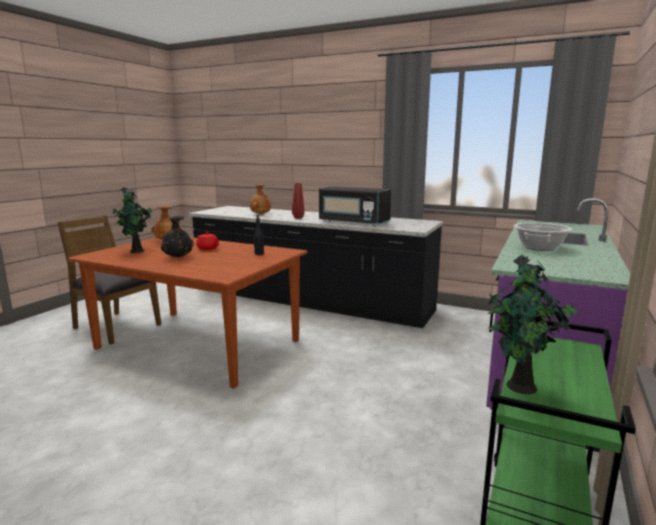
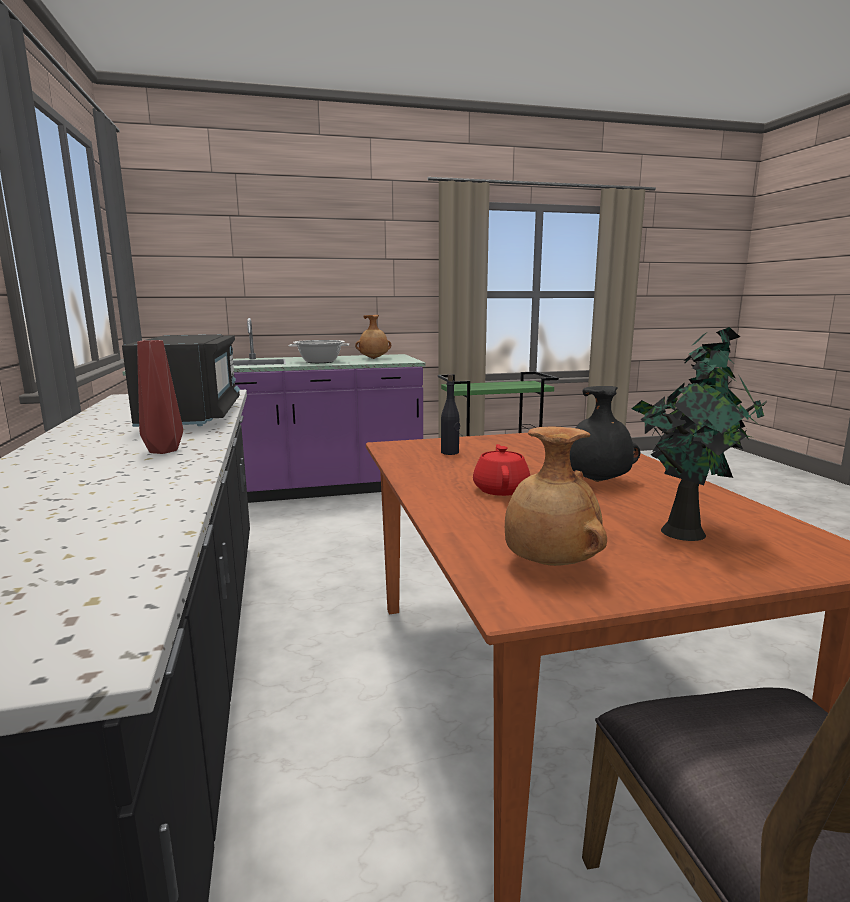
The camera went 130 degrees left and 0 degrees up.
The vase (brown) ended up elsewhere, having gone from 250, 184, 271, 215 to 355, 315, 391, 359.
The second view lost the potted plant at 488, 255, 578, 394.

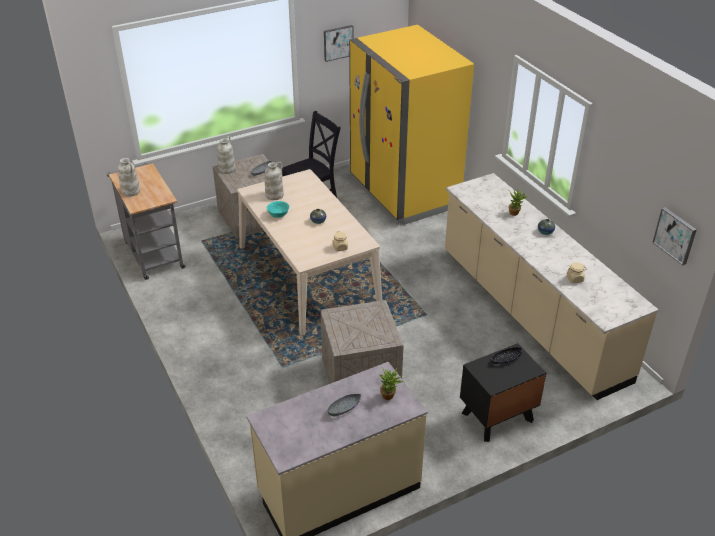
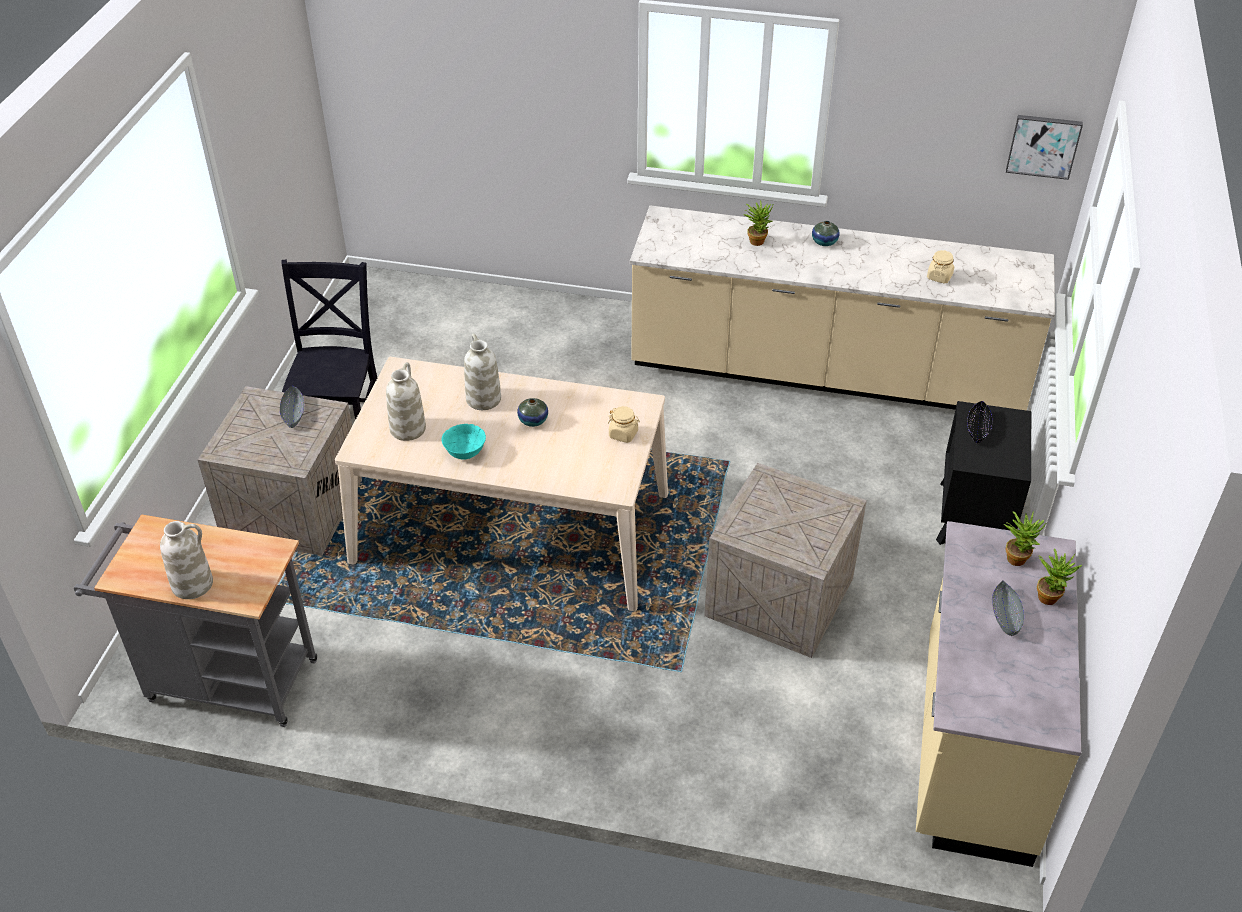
The camera went 50 degrees left and 5 degrees up.
The second view lost the picture at 324, 25, 354, 62.
The second view lost the fridge (yellow) at 349, 25, 474, 225.
The vase (white) ended up elsewhere, having gone from 217, 136, 236, 174 to 464, 334, 501, 410.
The second view gained the potted plant at 1037, 548, 1082, 605.

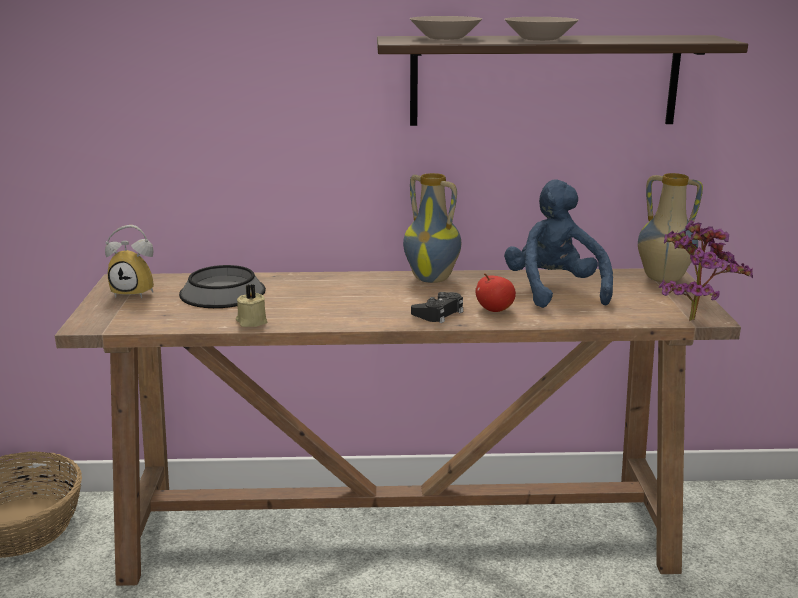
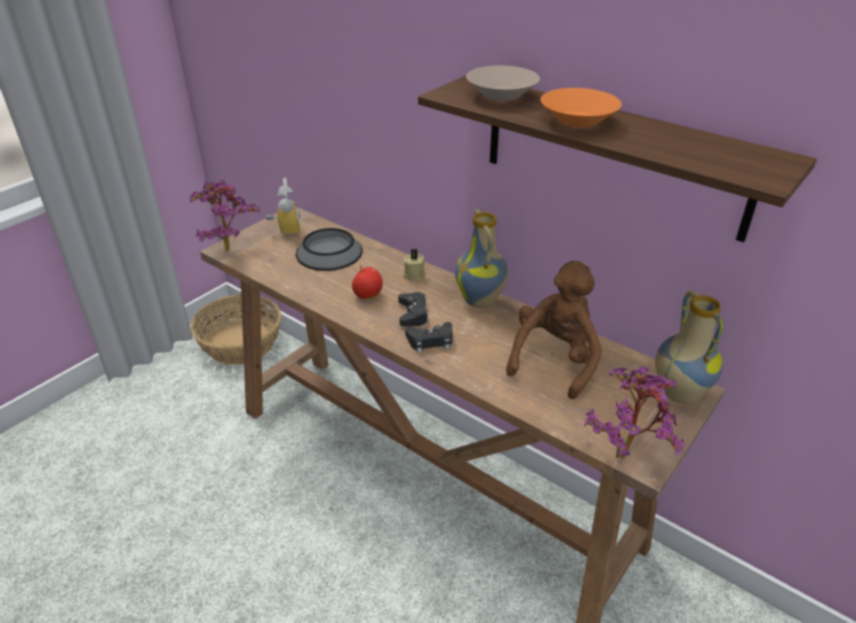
The camera went 40 degrees right and 15 degrees up.
What was the bowl (beige) at 504, 17, 578, 41 turned into the bowl (orange) at 541, 88, 622, 128.
What was the plush toy (blue) at 504, 179, 613, 308 turned into the plush toy (brown) at 506, 261, 602, 399.
The alarm clock at 105, 225, 154, 299 ended up facing another way, 150 degrees counterclockwise from before.
The apple ended up elsewhere, having gone from 475, 273, 516, 312 to 352, 265, 383, 299.
The candle (beige) ended up elsewhere, having gone from 236, 284, 267, 327 to 403, 248, 426, 281.
The second view gained the potted plant at 190, 180, 260, 251.
The second view gained the game controller (black) at 398, 292, 429, 326.

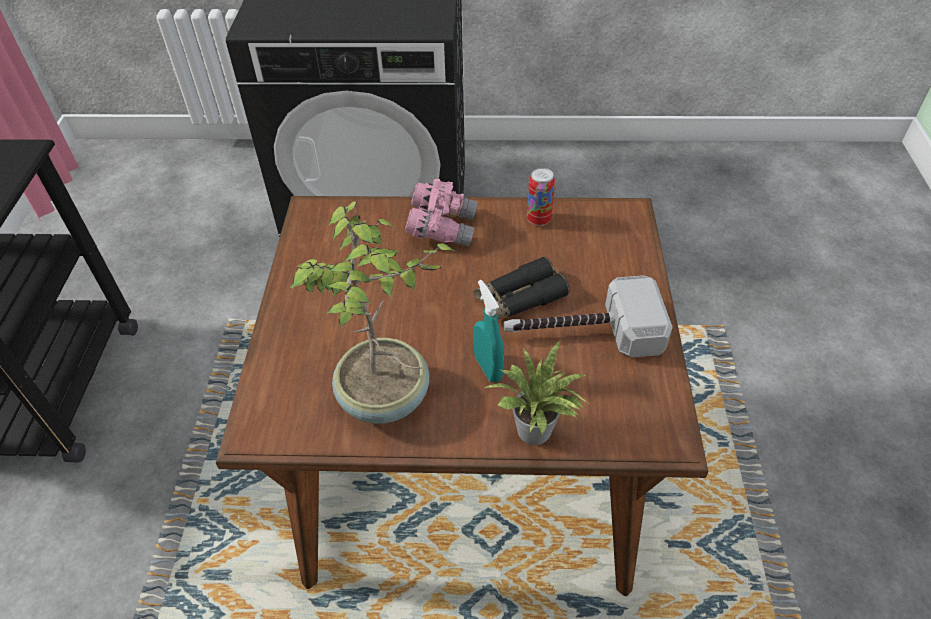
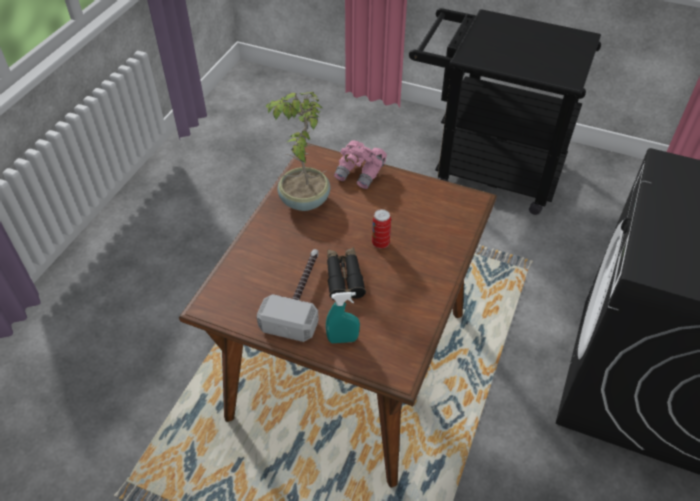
The camera went 110 degrees right and 0 degrees up.
The can ended up elsewhere, having gone from 527, 168, 555, 226 to 372, 209, 391, 248.
The binoculars (pink) ended up elsewhere, having gone from 405, 179, 478, 247 to 334, 140, 387, 189.
The spray bottle (turquoise) ended up elsewhere, having gone from 473, 280, 504, 382 to 326, 292, 360, 343.
The second view lost the potted plant at 485, 340, 591, 445.

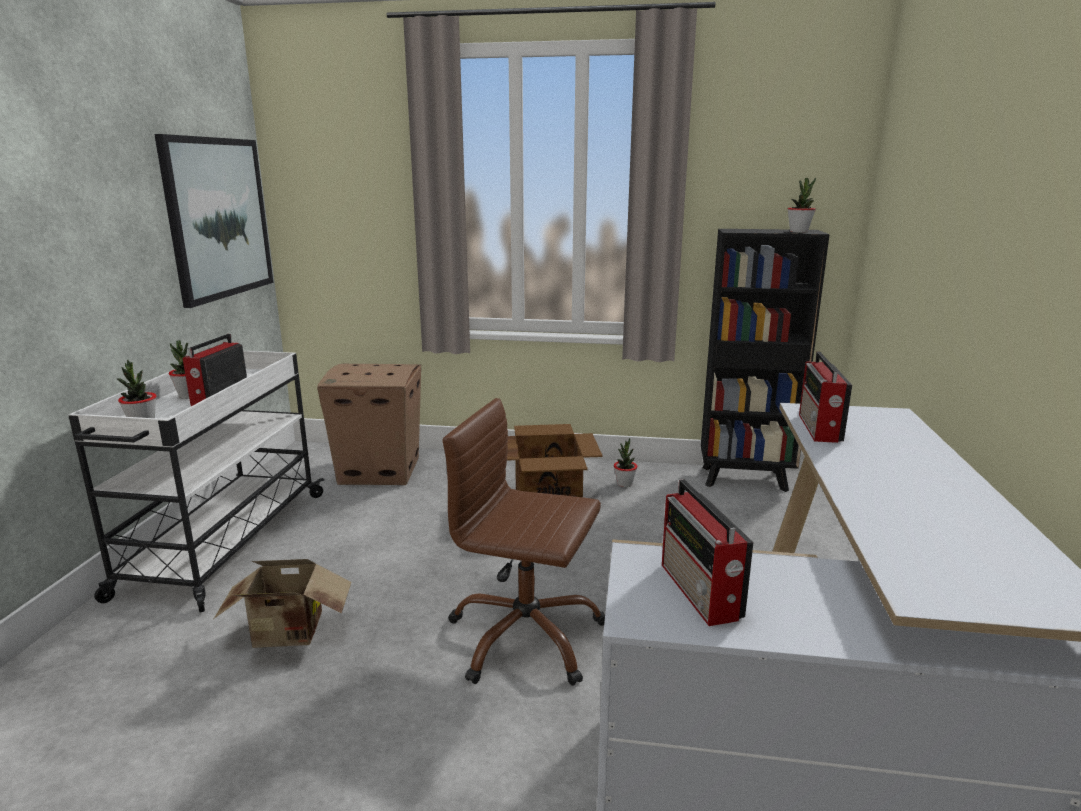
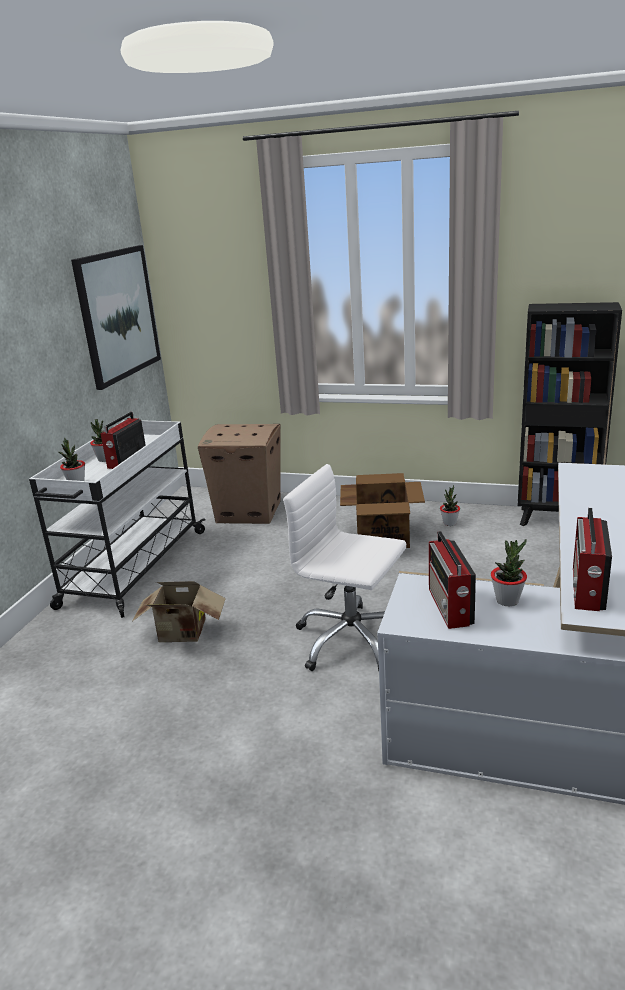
The camera went 10 degrees right and 5 degrees up.
The potted plant ended up elsewhere, having gone from 787, 178, 816, 233 to 491, 539, 527, 606.
The radio ended up elsewhere, having gone from 799, 352, 852, 443 to 573, 508, 612, 611.
What was the office chair (brown) at 443, 398, 605, 686 turned into the office chair (white) at 283, 464, 406, 671.

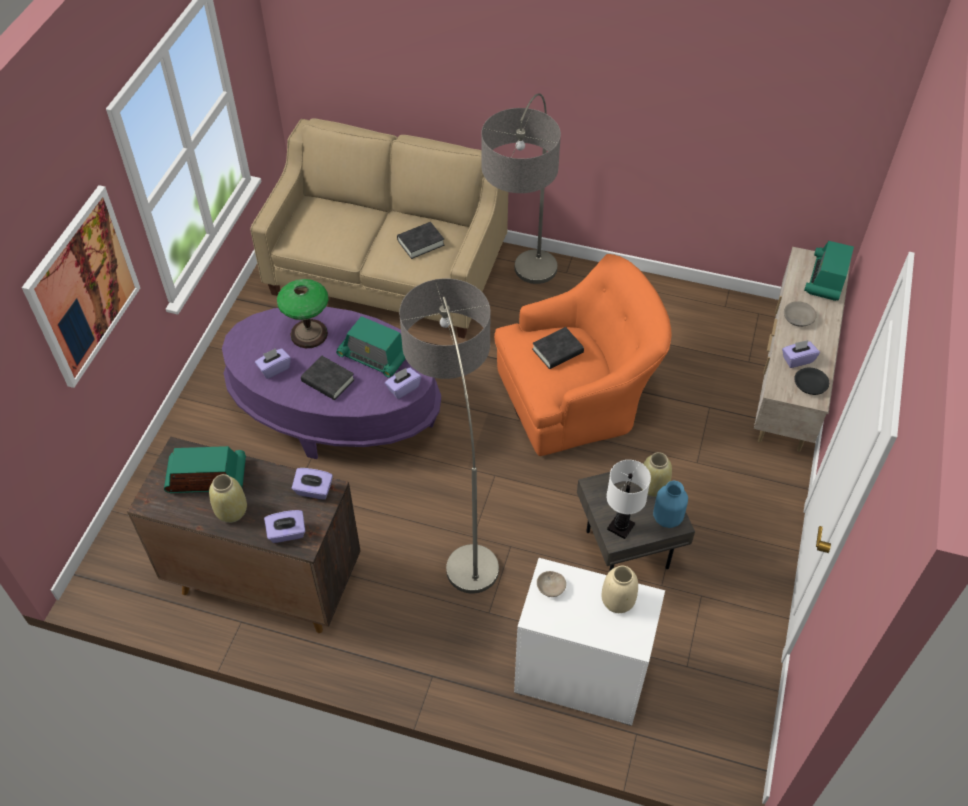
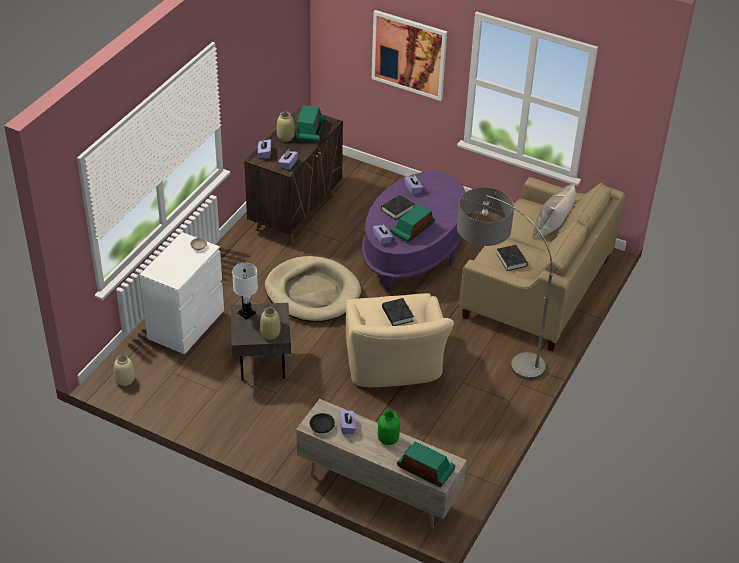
The camera went 100 degrees right and 10 degrees down.
What was the armchair (orange) at 494, 254, 672, 456 turned into the armchair (beige) at 345, 293, 454, 387.
Where the floor lamp stood at 399, 278, 499, 594, the dog bed (beige) came to stand at 265, 256, 361, 322.
The second view lost the table lamp at 277, 279, 329, 348.
Where the bowl (grey) stood at 784, 301, 817, 327, the vase (green) came to stand at 378, 409, 400, 445.
The second view lost the vase (blue) at 653, 480, 688, 528.
The vase (beige) ended up elsewhere, having gone from 602, 566, 638, 613 to 114, 355, 135, 386.
The second view gained the pillow (beige) at 533, 184, 576, 237.

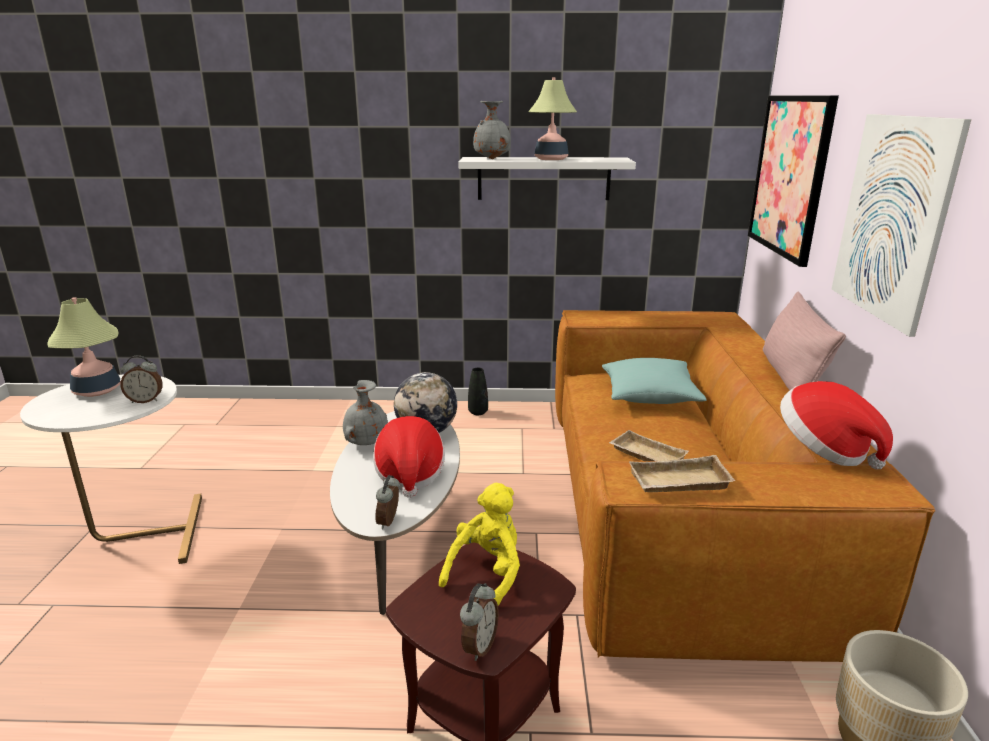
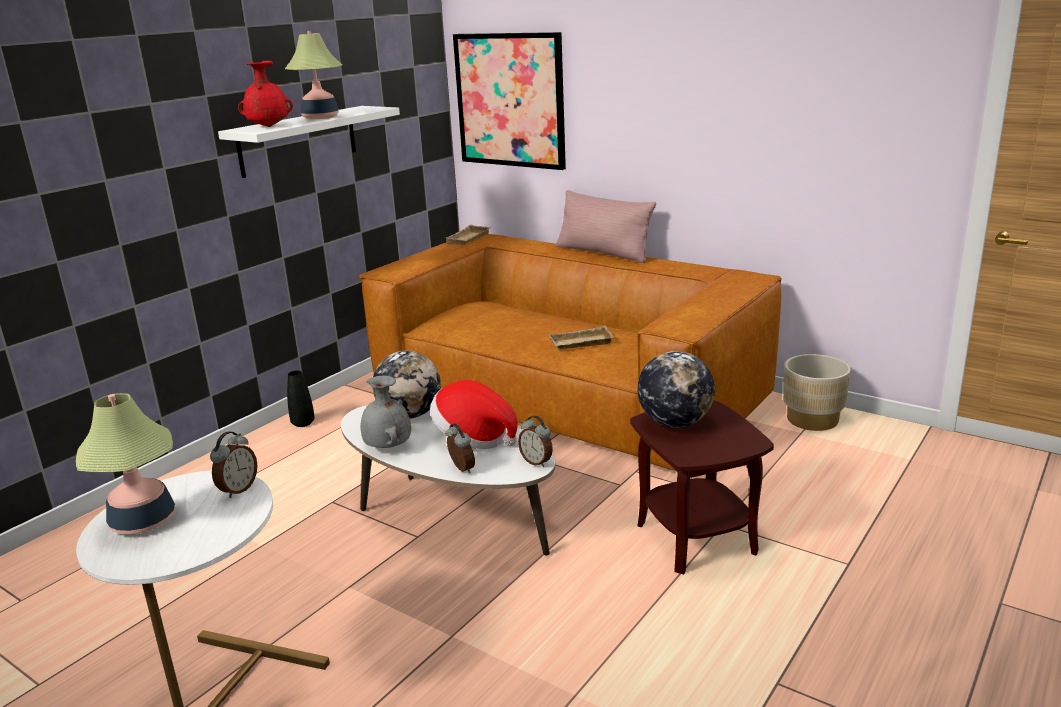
The camera went 55 degrees left and 0 degrees up.
What was the vase (grey) at 473, 101, 511, 159 turned into the vase (red) at 238, 61, 293, 127.
The second view lost the picture at 831, 114, 971, 337.
The second view lost the pillow (turquoise) at 602, 358, 707, 404.
The second view lost the hat at 780, 381, 893, 469.
The tray (beige) ended up elsewhere, having gone from 629, 455, 735, 492 to 446, 225, 491, 245.
Where the plush toy (yellow) stood at 439, 483, 520, 606, the globe came to stand at 637, 351, 715, 428.
The alarm clock ended up elsewhere, having gone from 460, 583, 499, 661 to 445, 423, 475, 473.

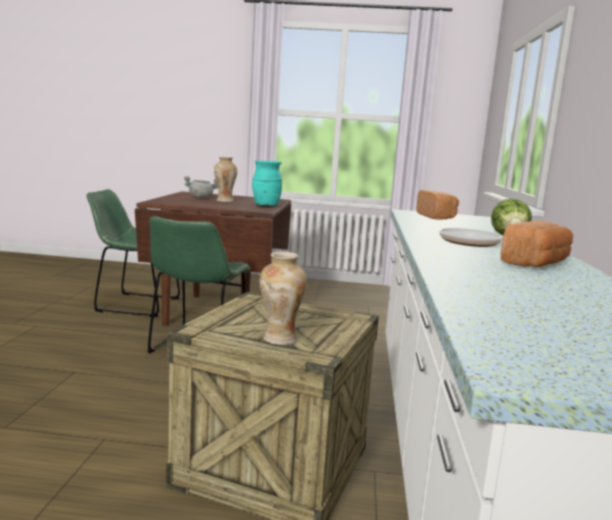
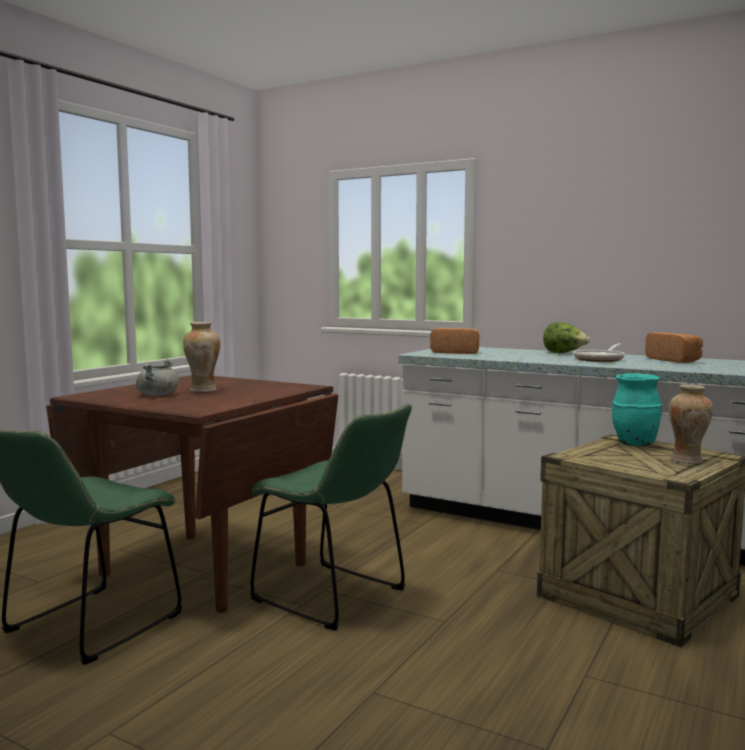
The camera went 65 degrees left and 5 degrees down.
The vase (turquoise) ended up elsewhere, having gone from 252, 161, 282, 207 to 612, 373, 663, 446.

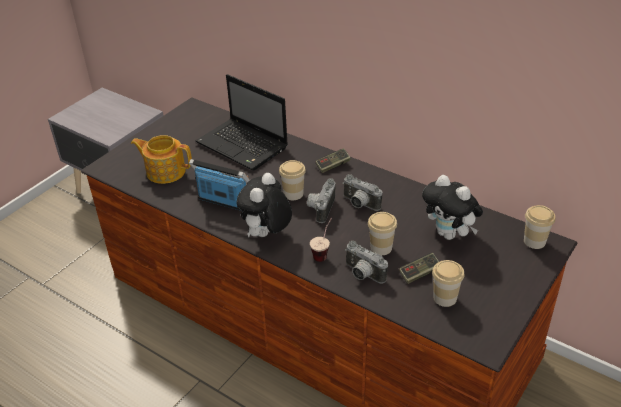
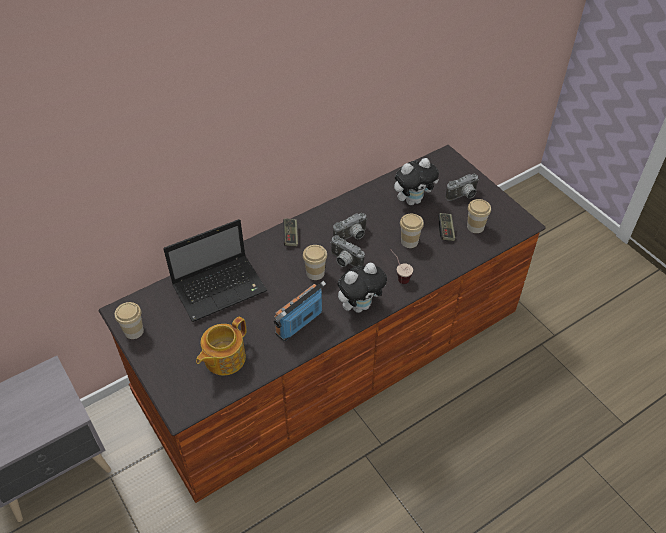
The camera went 70 degrees left and 10 degrees up.
The plush toy at 237, 173, 292, 237 ended up facing another way, 75 degrees counterclockwise from before.
The cup ended up elsewhere, having gone from 524, 205, 555, 249 to 115, 302, 144, 339.
The photo camera ended up elsewhere, having gone from 345, 241, 388, 284 to 445, 173, 479, 201.

